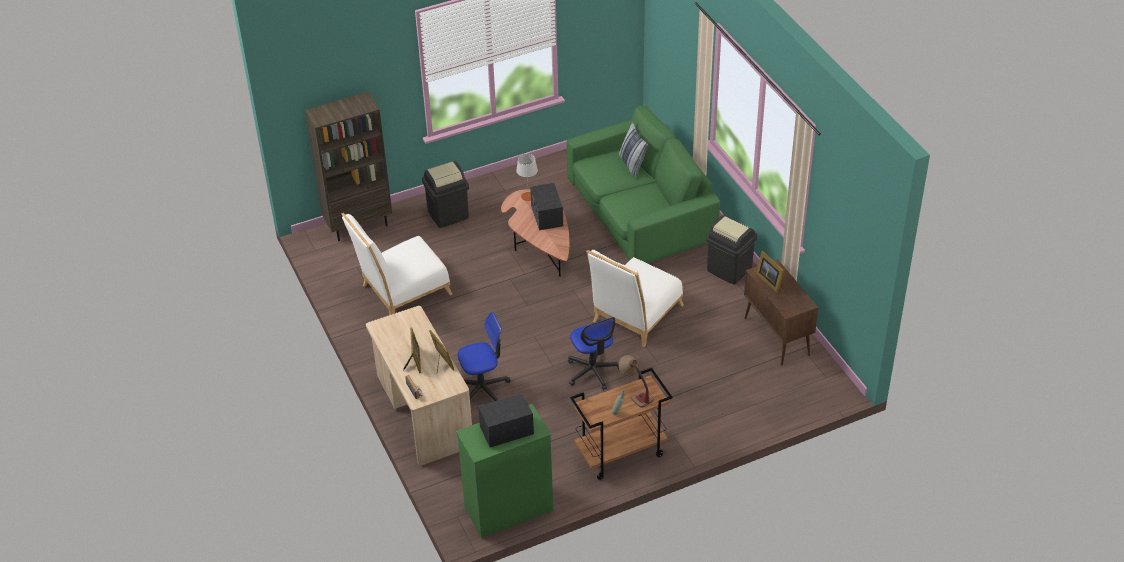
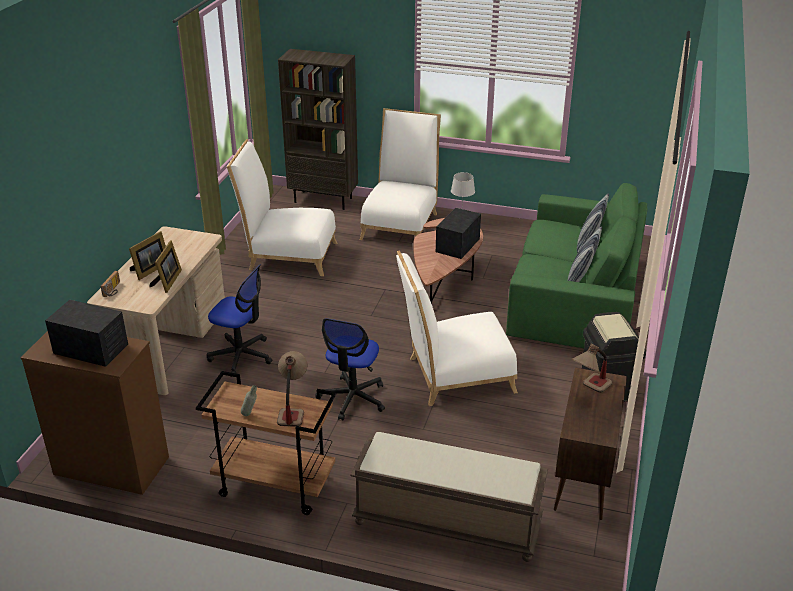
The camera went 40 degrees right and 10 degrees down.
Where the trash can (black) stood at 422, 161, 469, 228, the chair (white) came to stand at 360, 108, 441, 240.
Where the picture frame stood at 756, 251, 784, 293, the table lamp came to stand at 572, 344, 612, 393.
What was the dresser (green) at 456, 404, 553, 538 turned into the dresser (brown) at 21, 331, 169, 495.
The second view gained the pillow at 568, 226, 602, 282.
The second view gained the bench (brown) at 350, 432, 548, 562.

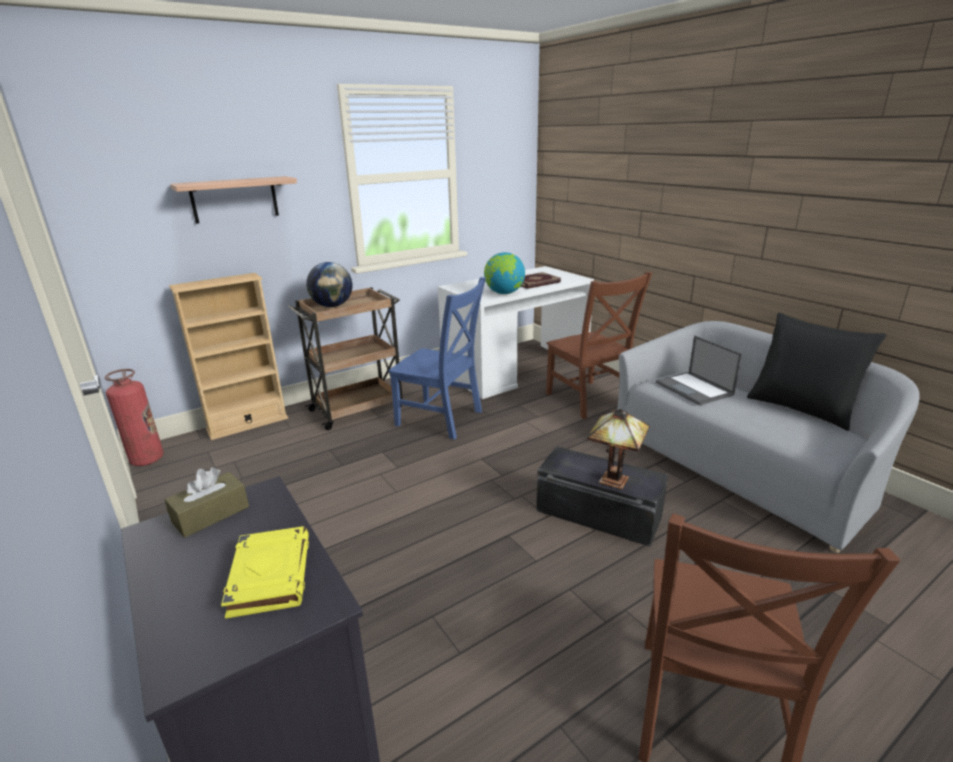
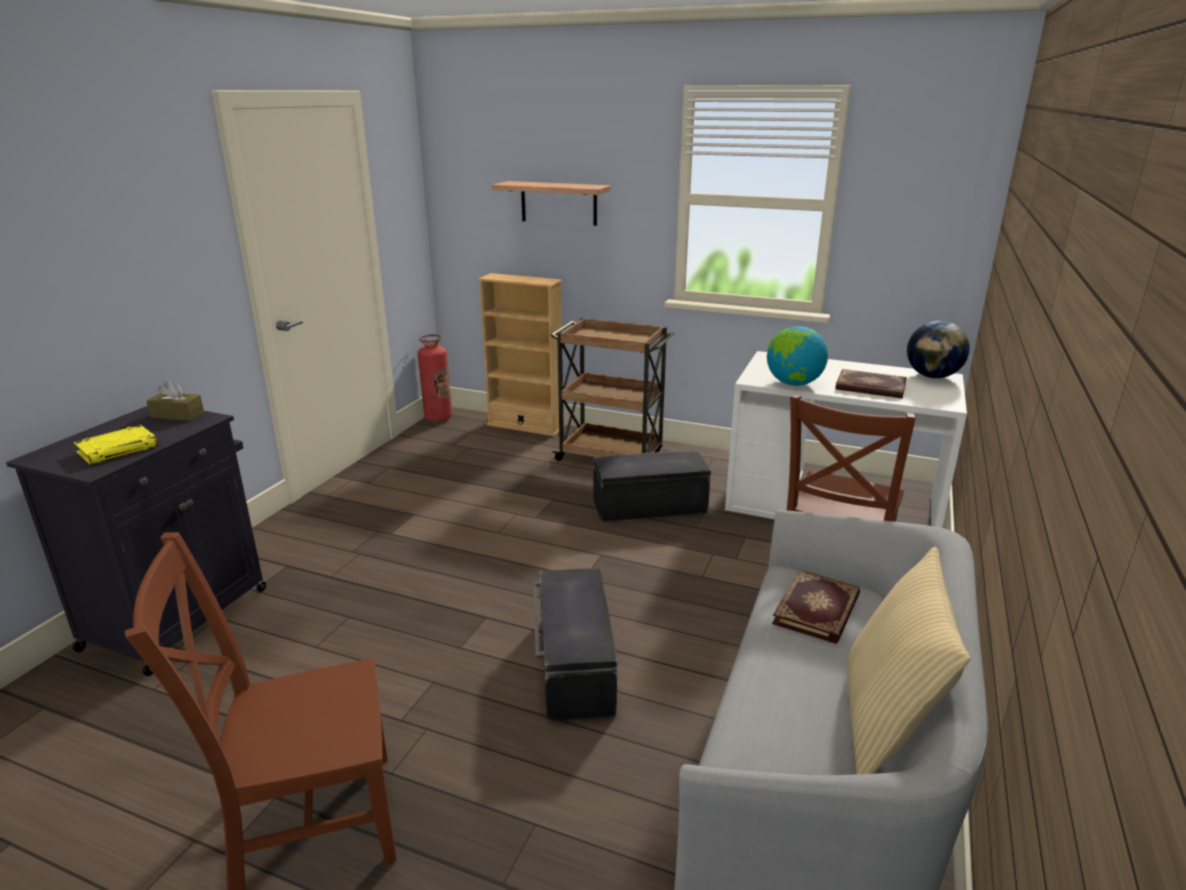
The camera went 55 degrees right and 0 degrees up.
The globe ended up elsewhere, having gone from 306, 262, 353, 307 to 907, 320, 970, 378.
Where the chair (blue) stood at 388, 277, 486, 440, the storage box (black) came to stand at 593, 450, 711, 522.
What was the pillow (black) at 747, 313, 887, 431 turned into the pillow (beige) at 847, 547, 970, 774.
Where the laptop stood at 656, 336, 742, 406, the book came to stand at 772, 570, 860, 644.
The second view lost the table lamp at 587, 409, 650, 490.

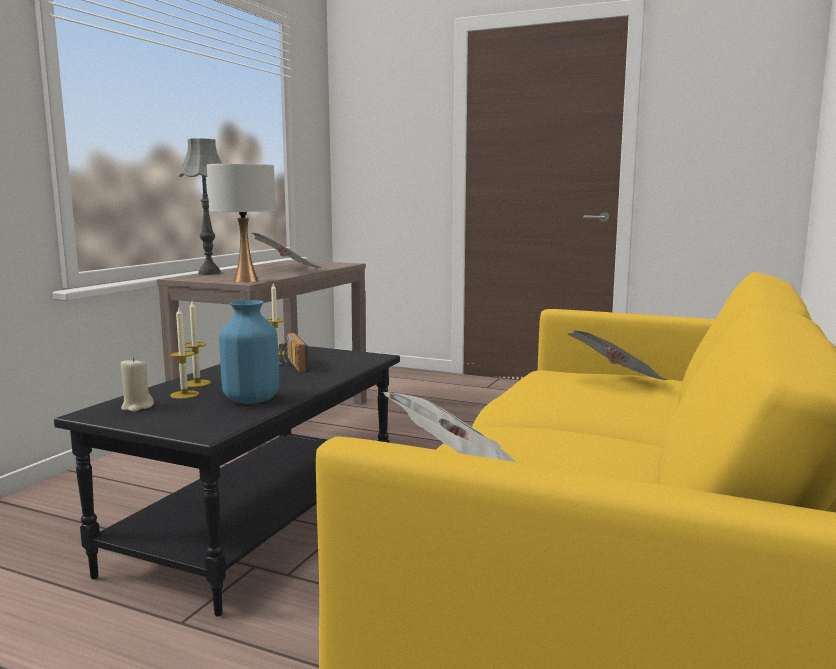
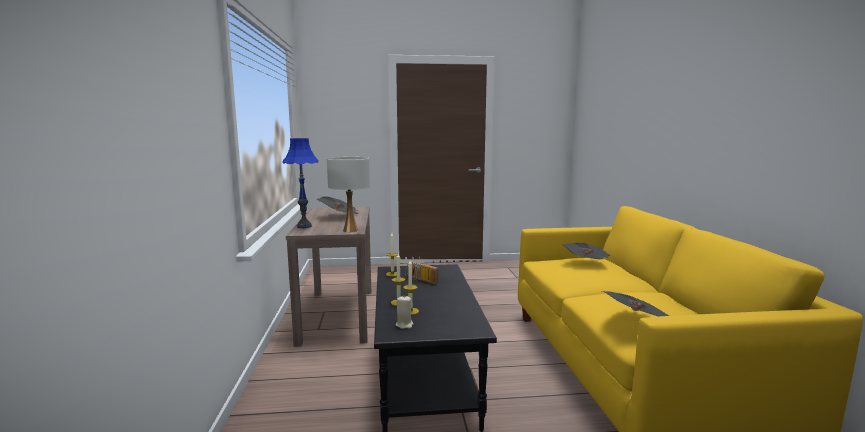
The camera went 30 degrees left and 0 degrees up.
What was the table lamp (grey) at 176, 138, 222, 275 turned into the table lamp (blue) at 282, 138, 319, 228.
The second view lost the vase (blue) at 219, 300, 279, 404.

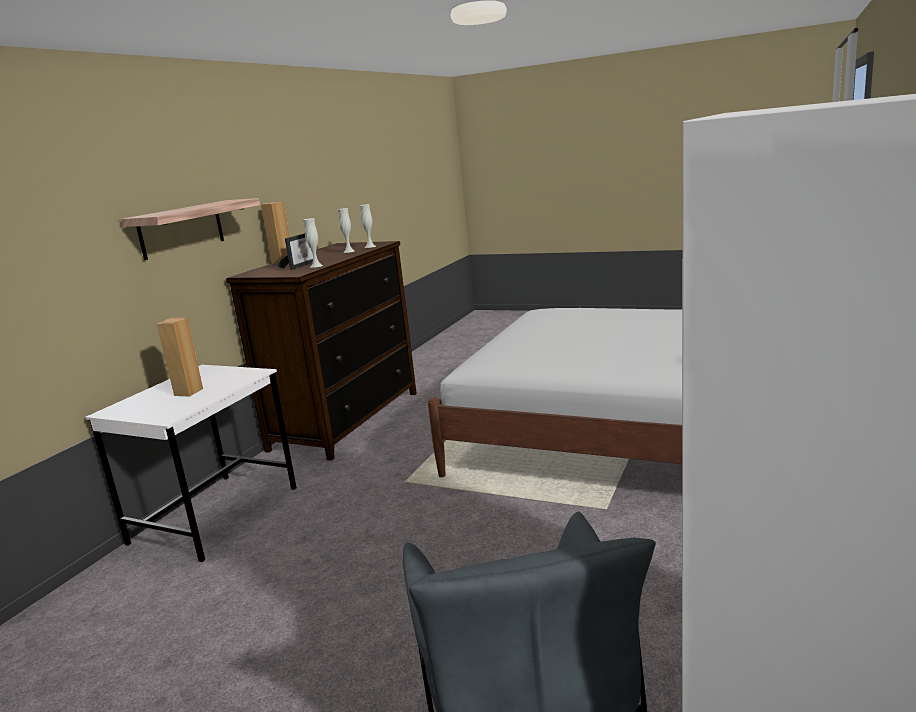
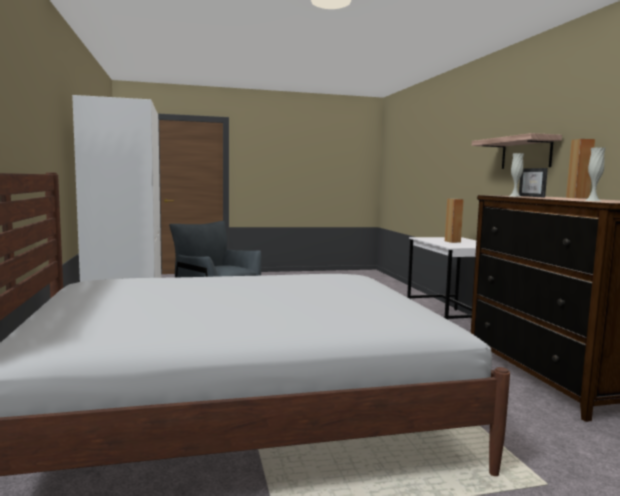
The camera went 140 degrees right and 10 degrees down.
The second view lost the vase (white) at 338, 208, 354, 253.

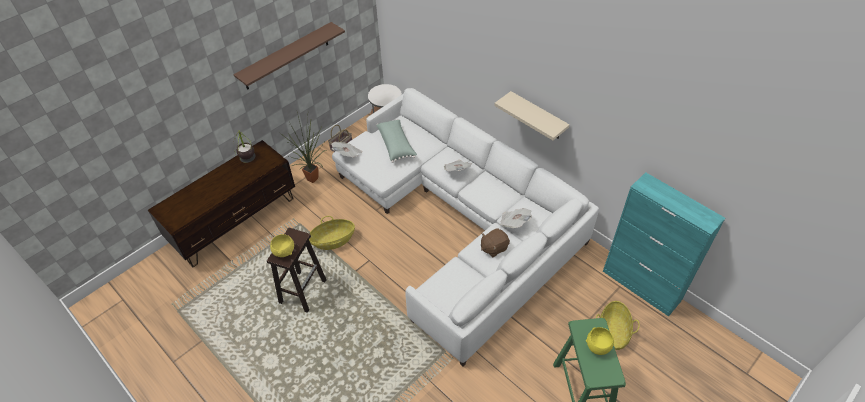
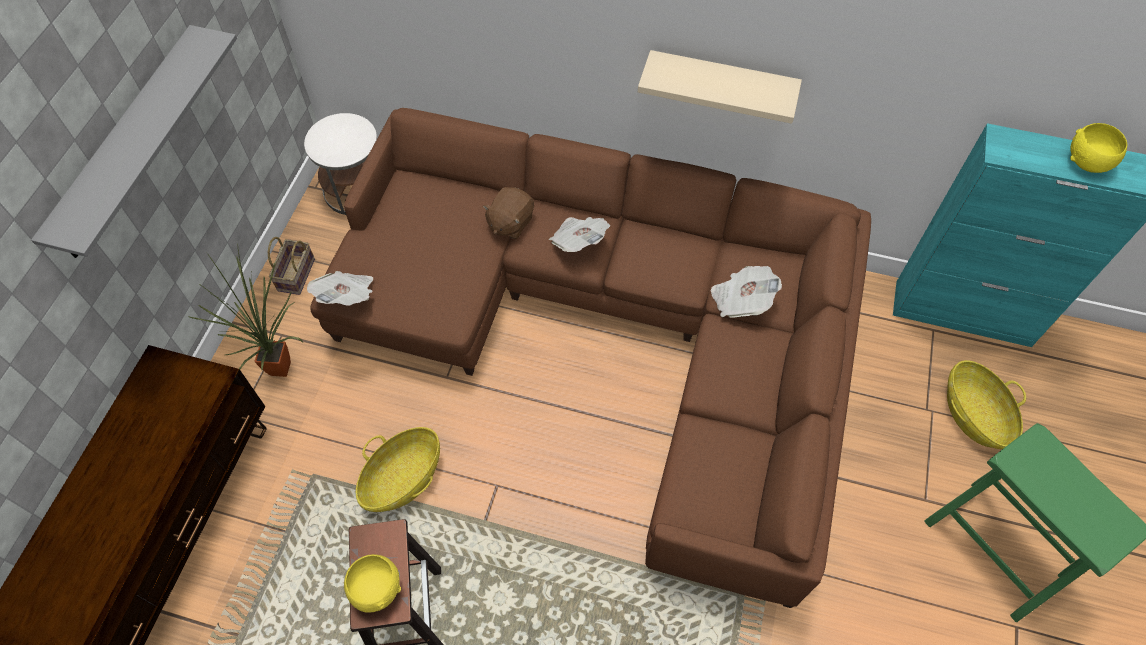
The camera went 30 degrees left and 10 degrees up.
What was the shelf (brown) at 234, 22, 345, 90 turned into the shelf (grey) at 31, 25, 237, 258.
What was the sofa (white) at 332, 88, 599, 366 turned into the sofa (brown) at 310, 108, 871, 608.
The second view lost the pillow (green) at 376, 119, 417, 163.
The second view lost the potted plant at 233, 130, 256, 163.
The plush toy (brown) ended up elsewhere, having gone from 481, 228, 510, 257 to 483, 187, 534, 239.
The bowl (yellow) ended up elsewhere, having gone from 586, 327, 614, 355 to 1070, 123, 1127, 173.

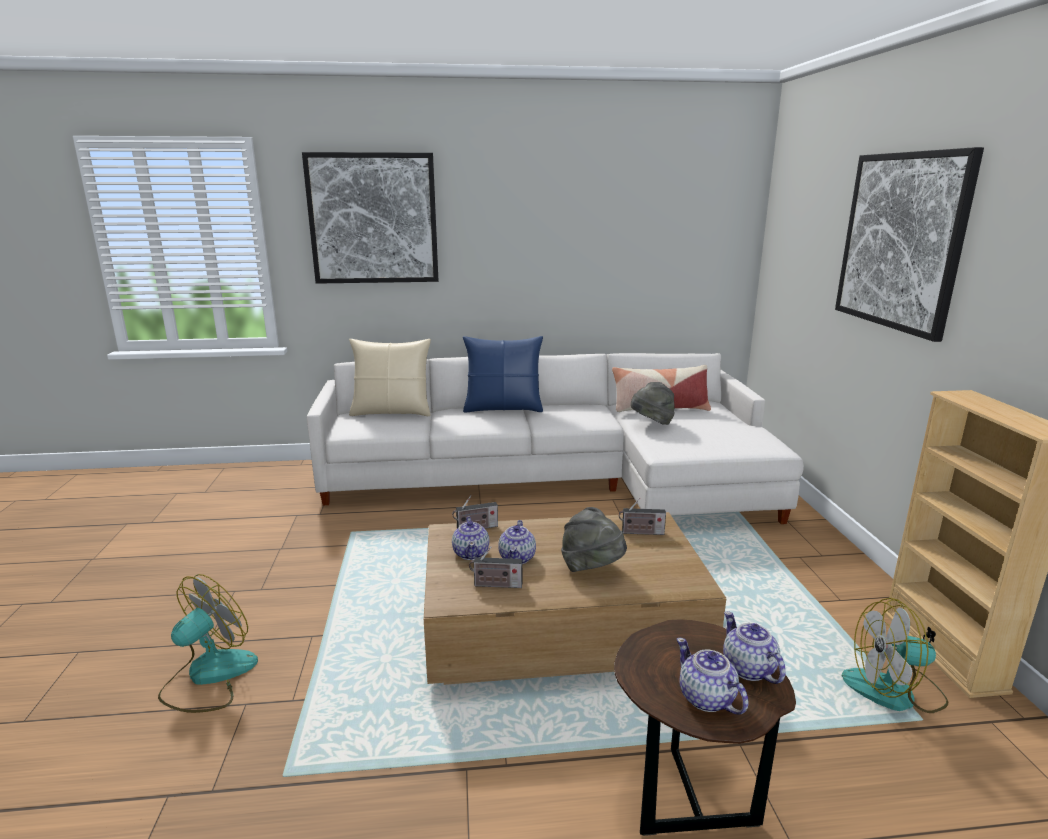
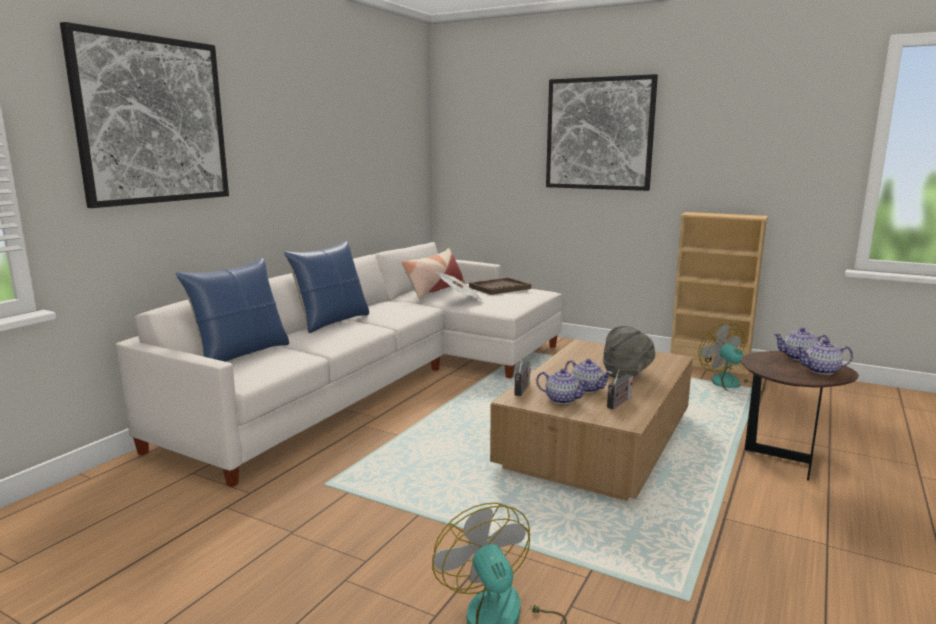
The camera went 55 degrees left and 5 degrees down.
What was the pillow (beige) at 349, 339, 431, 416 turned into the pillow (blue) at 175, 258, 289, 362.
Where the hat (grey) stood at 630, 382, 675, 425, the newspaper came to stand at 436, 272, 482, 300.
The second view lost the radio at 619, 498, 666, 535.
The fan at 842, 598, 948, 713 ended up facing another way, 120 degrees clockwise from before.
The second view gained the tray (brown) at 469, 278, 531, 295.

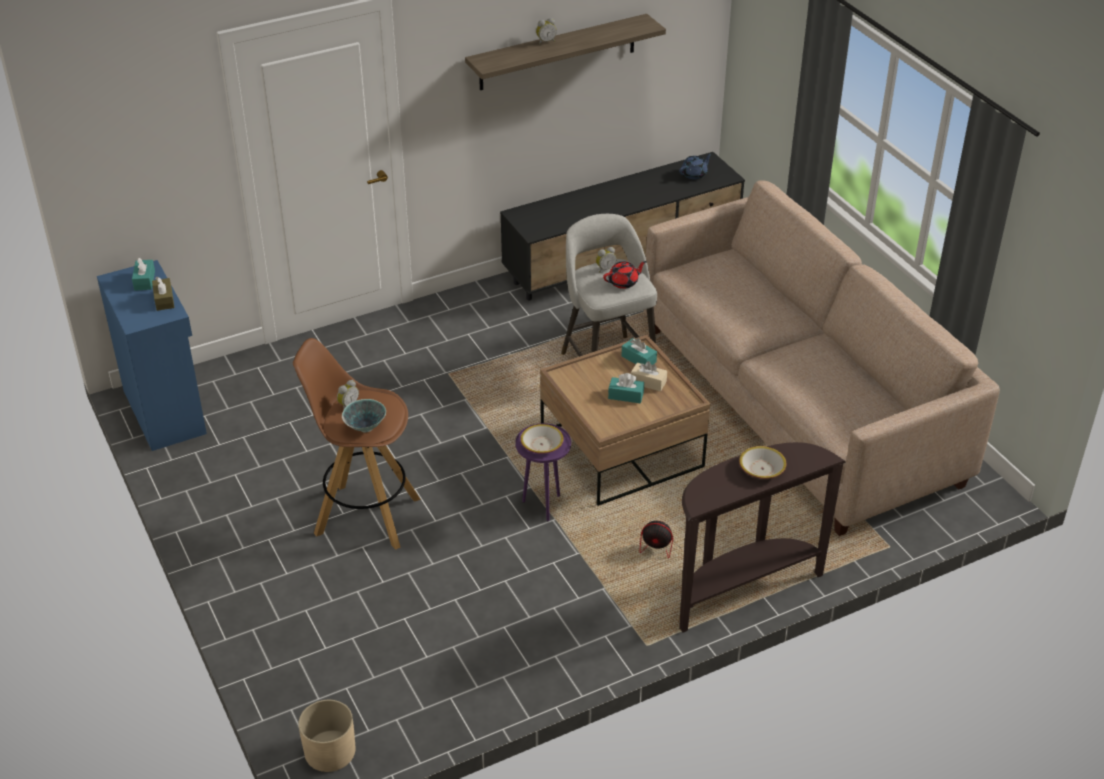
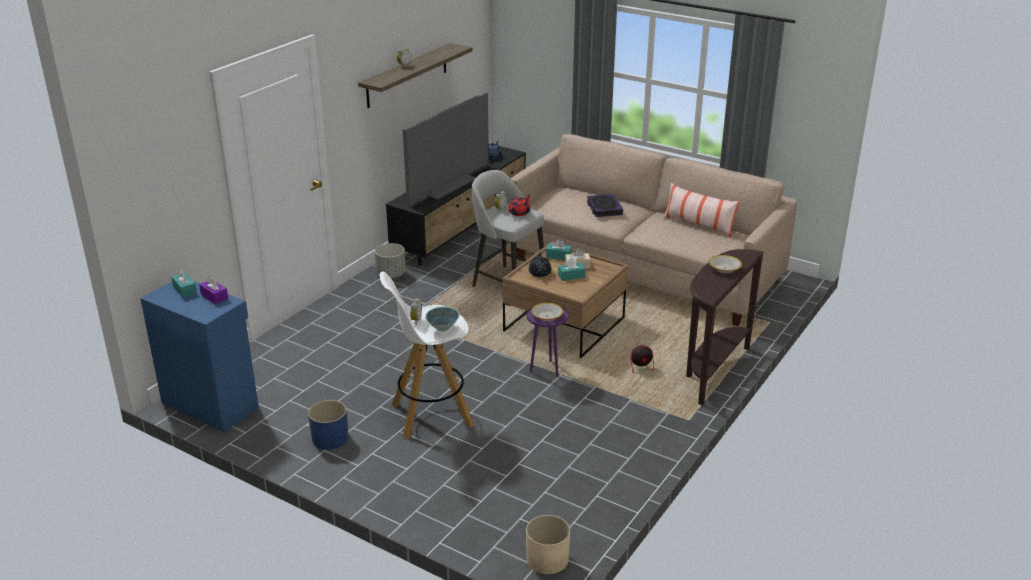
The camera went 30 degrees left and 10 degrees down.
What was the tissue box (brown) at 152, 277, 175, 311 turned into the tissue box (purple) at 199, 276, 228, 304.
What was the stool (brown) at 293, 338, 421, 550 turned into the stool (white) at 379, 272, 474, 439.
The second view gained the television at 403, 93, 489, 204.
The second view gained the pillow at 663, 183, 740, 237.
The second view gained the book at 587, 194, 623, 217.
The second view gained the planter (grey) at 375, 243, 406, 278.
The second view gained the teapot (black) at 529, 252, 551, 277.
The second view gained the planter (blue) at 308, 400, 349, 450.

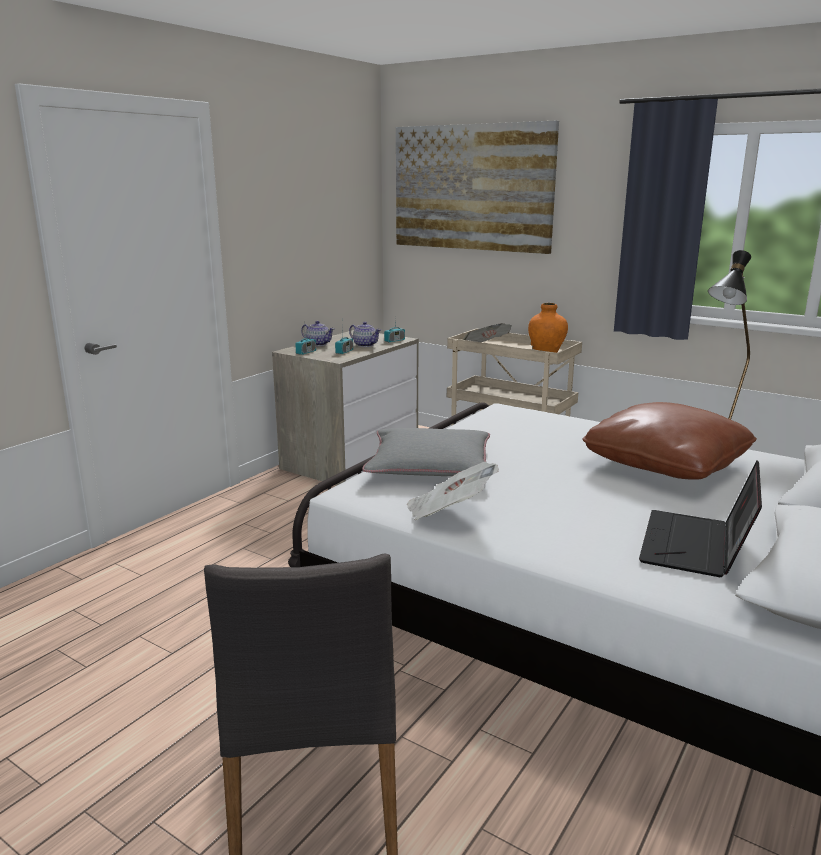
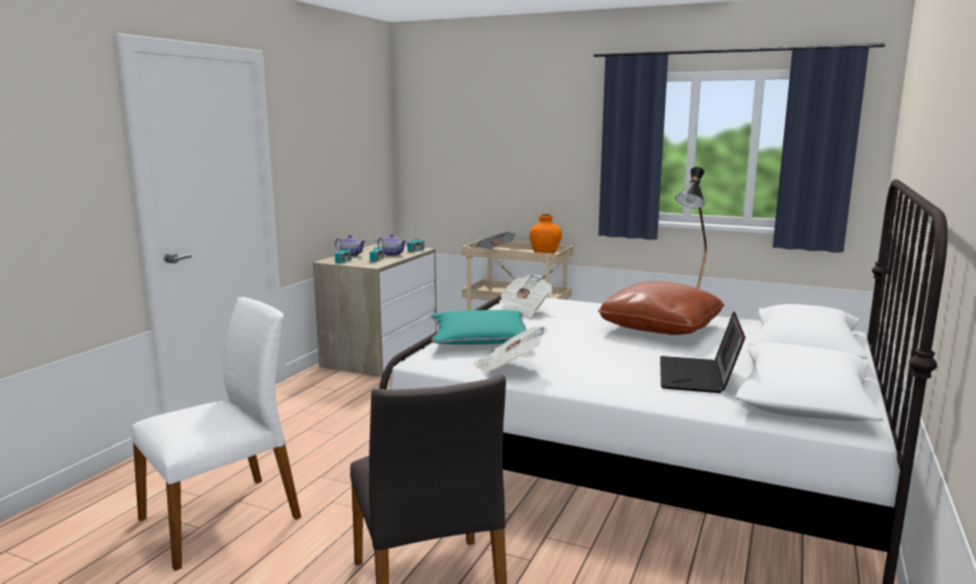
The camera went 10 degrees left and 5 degrees down.
The second view lost the picture at 396, 121, 559, 254.
What was the pillow (grey) at 362, 428, 490, 476 turned into the pillow (turquoise) at 431, 310, 527, 345.
The second view gained the newspaper at 499, 275, 552, 316.
The second view gained the chair (white) at 131, 297, 301, 571.

